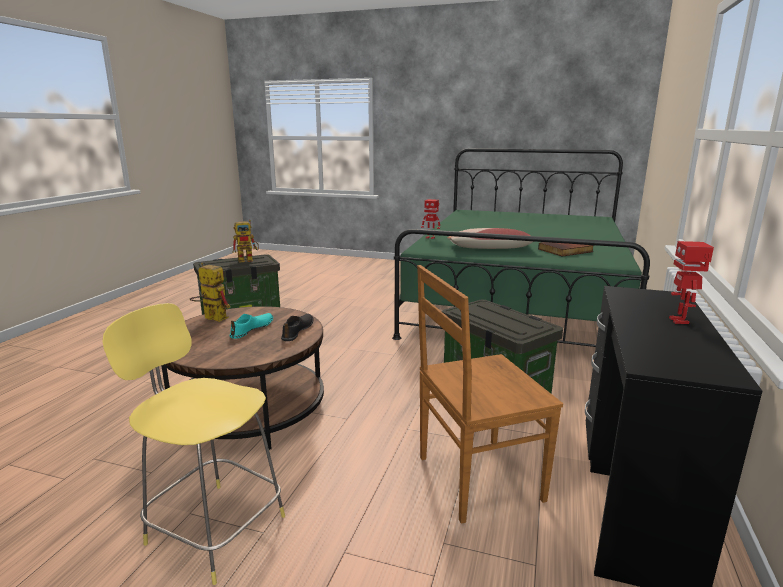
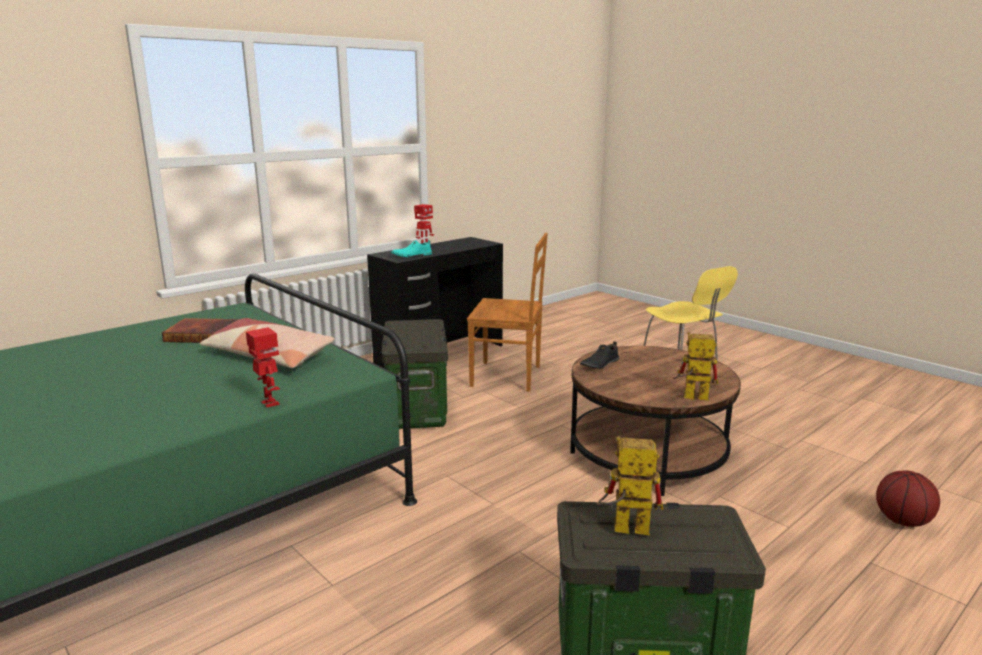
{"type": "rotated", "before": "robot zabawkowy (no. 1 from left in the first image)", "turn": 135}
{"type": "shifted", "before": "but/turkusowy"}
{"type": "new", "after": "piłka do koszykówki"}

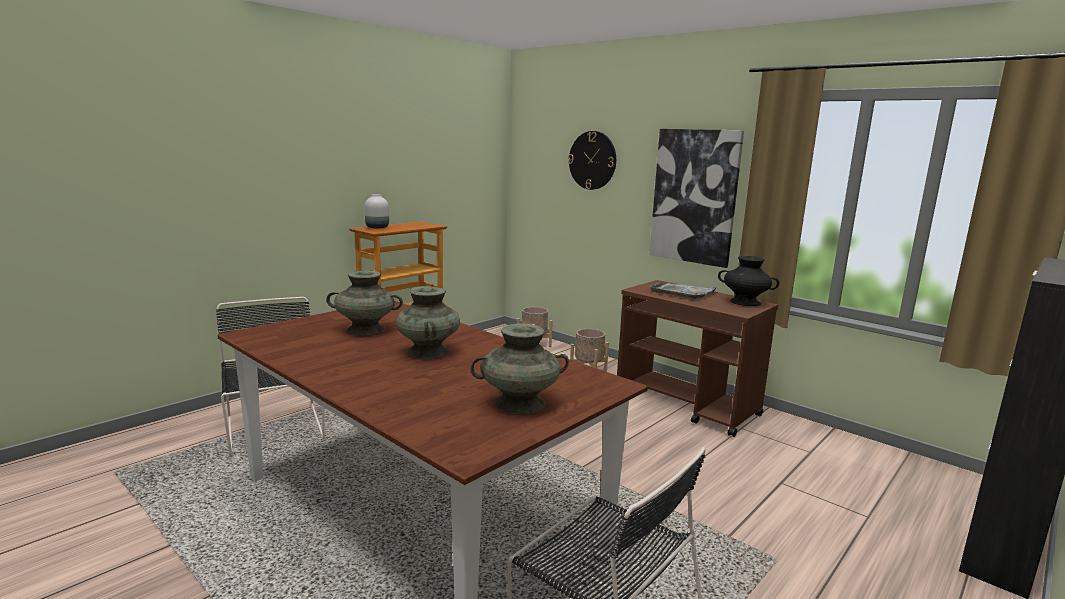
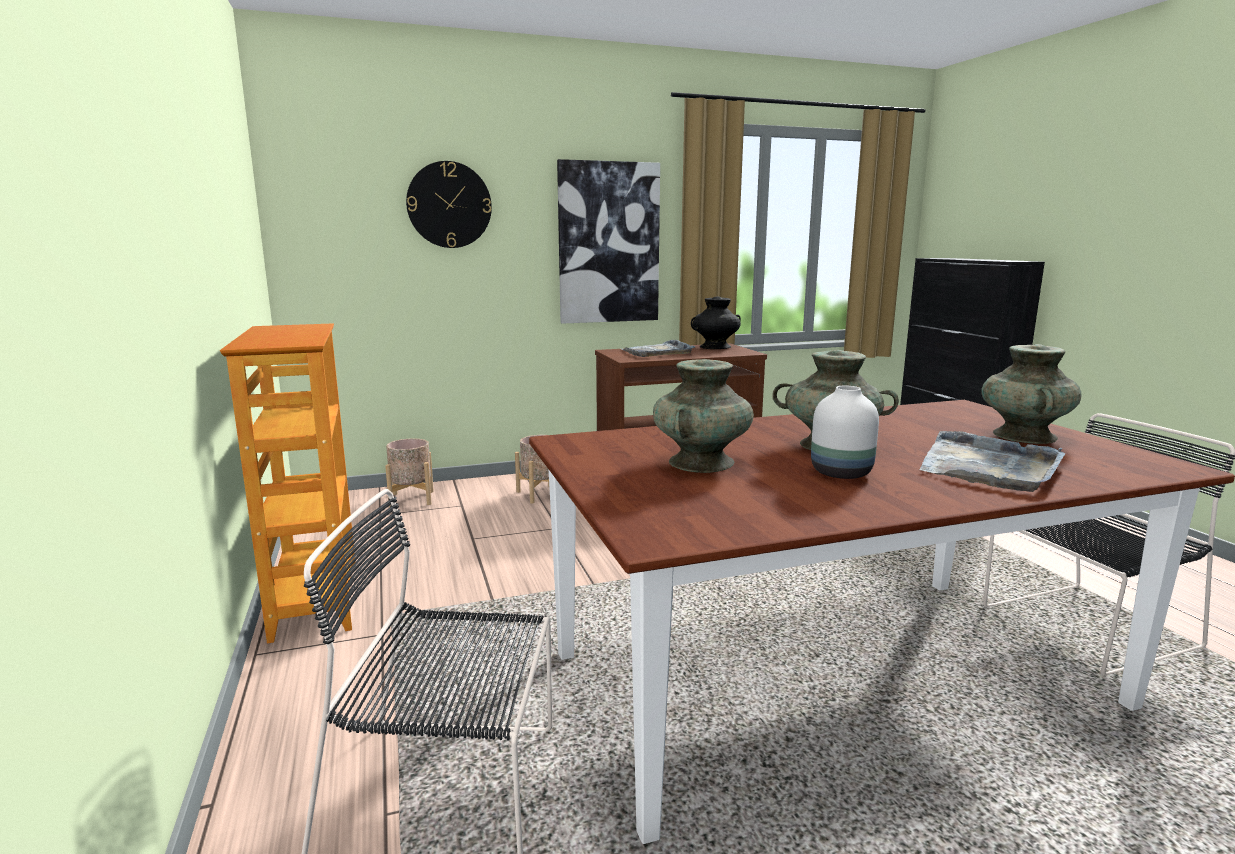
{"type": "shifted", "before": "wazon/biały"}
{"type": "new", "after": "taca/szary (no. 2 from left)"}

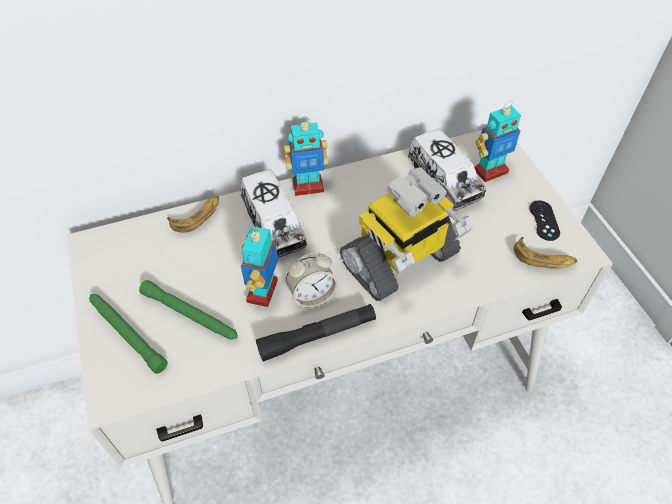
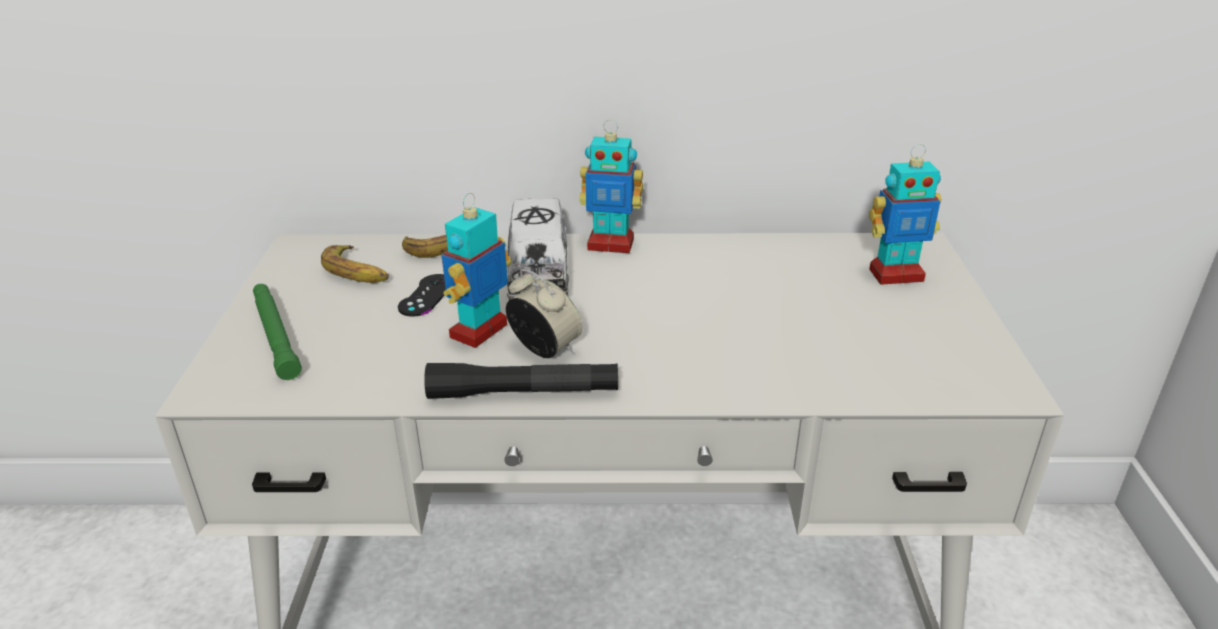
{"type": "gone", "before": "latarka/zielony (no. 2 from left)"}
{"type": "rotated", "before": "budzik", "turn": -135}
{"type": "gone", "before": "robot zabawkowy (no. 3 from left)"}
{"type": "gone", "before": "ciężarówka zabawkowa (no. 2 from left)"}
{"type": "shifted", "before": "banan (no. 2 from left in the first image)", "after": "banan (no. 1 from left)"}
{"type": "shifted", "before": "pad do gier/czarny"}

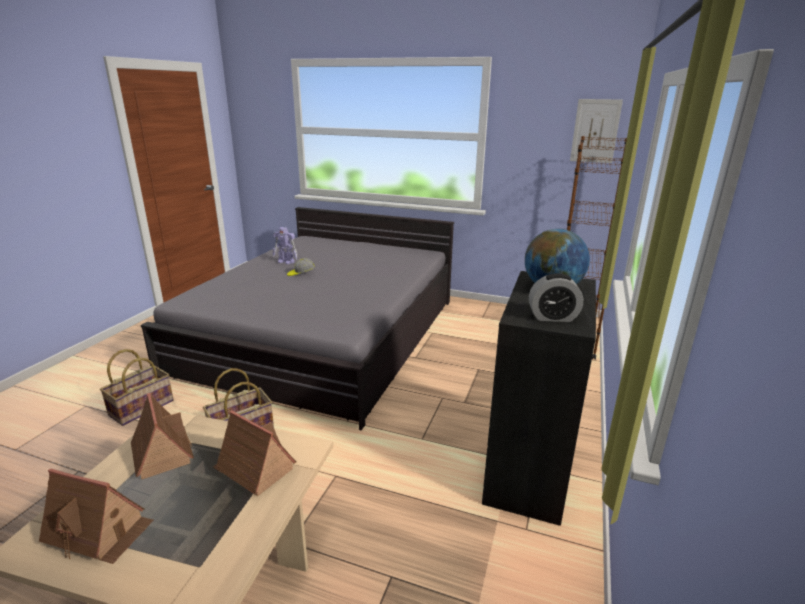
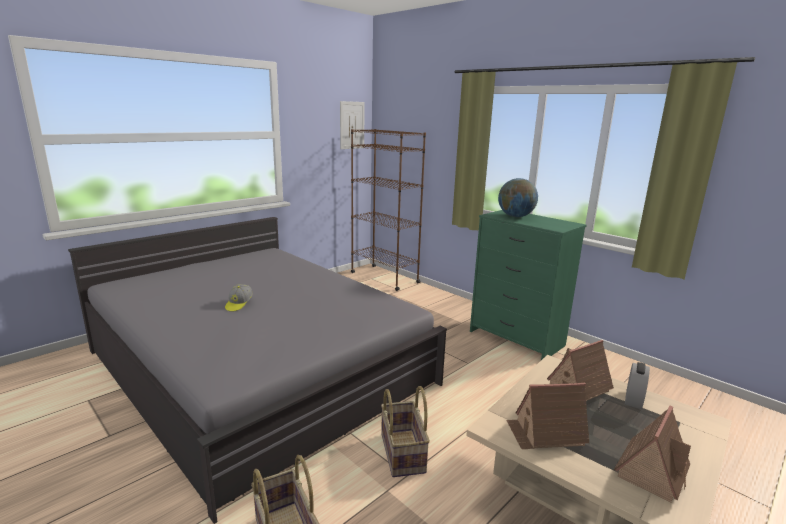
{"type": "gone", "before": "robot zabawkowy"}
{"type": "repainted", "before": "komoda/czarny", "after": "komoda/zielony"}
{"type": "shifted", "before": "budzik"}

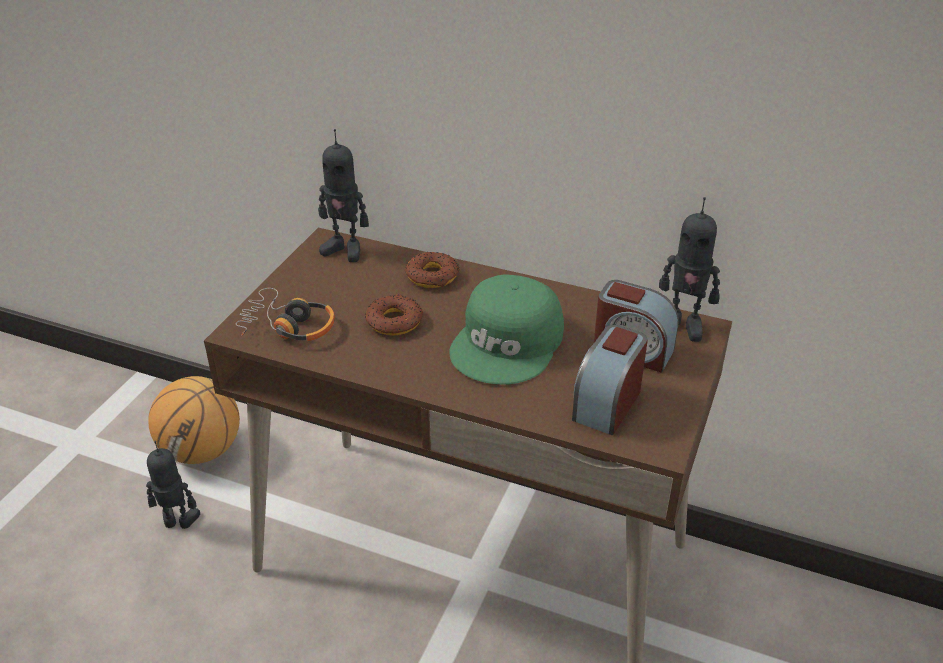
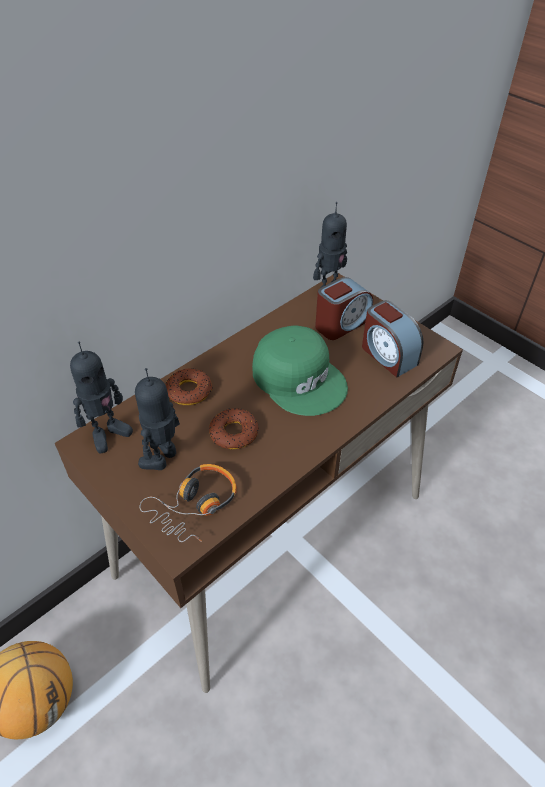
{"type": "shifted", "before": "robot zabawkowy (no. 1 from left in the first image)", "after": "robot zabawkowy (no. 2 from left)"}

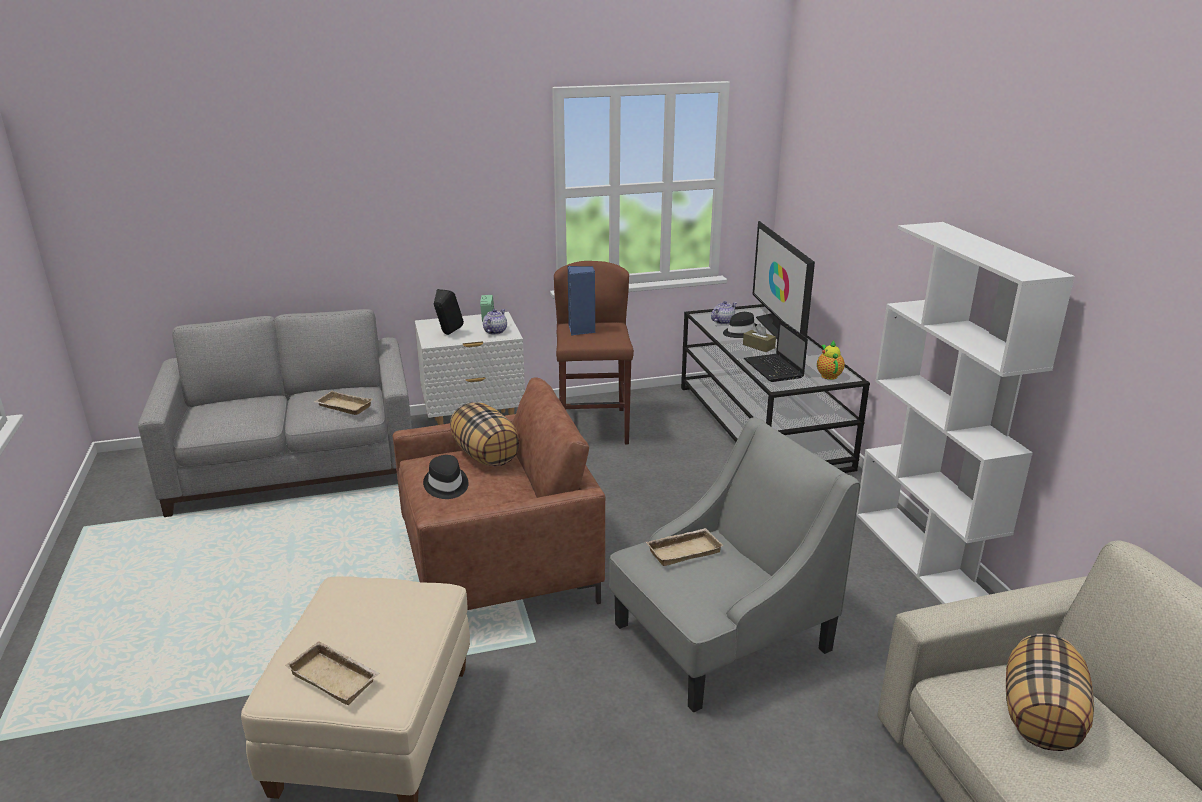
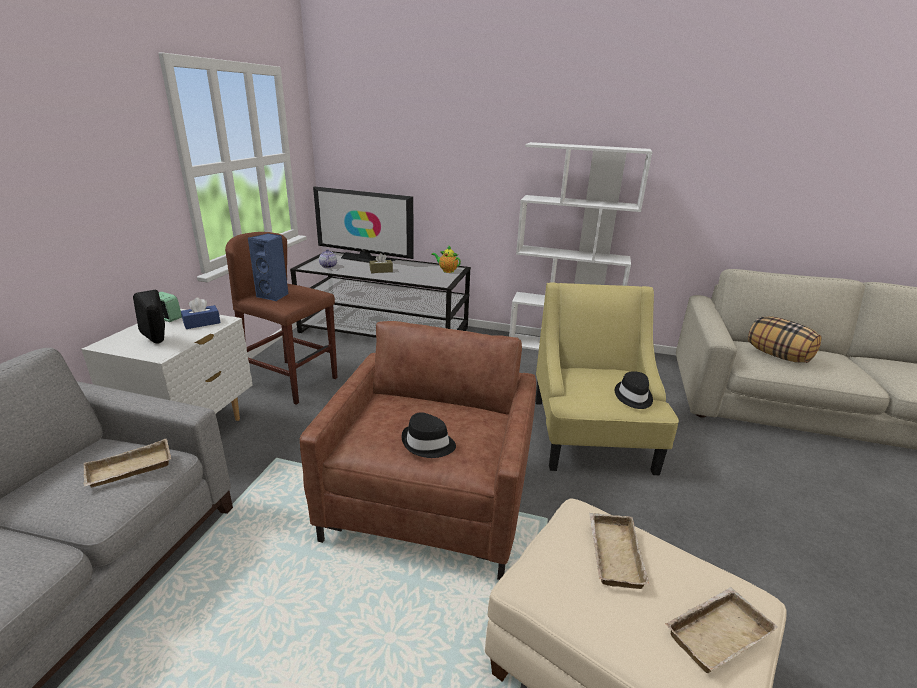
{"type": "gone", "before": "poduszka (no. 1 from left)"}
{"type": "swapped", "before": "imbryk (no. 1 from left)", "after": "pudełko chusteczek/niebieski"}
{"type": "repainted", "before": "fotel/szary", "after": "fotel/żółty"}
{"type": "shifted", "before": "taca/beżowy (no. 3 from left in the first image)", "after": "taca/beżowy (no. 2 from left)"}
{"type": "shifted", "before": "kapelusz/czarny (no. 2 from left)"}
{"type": "gone", "before": "laptop"}

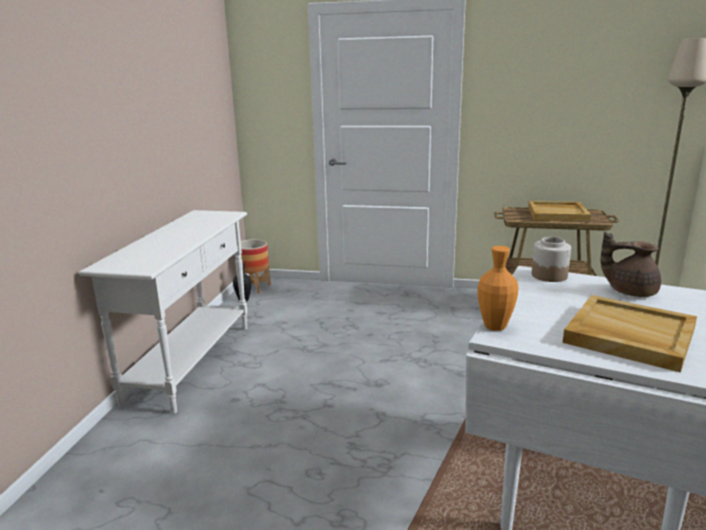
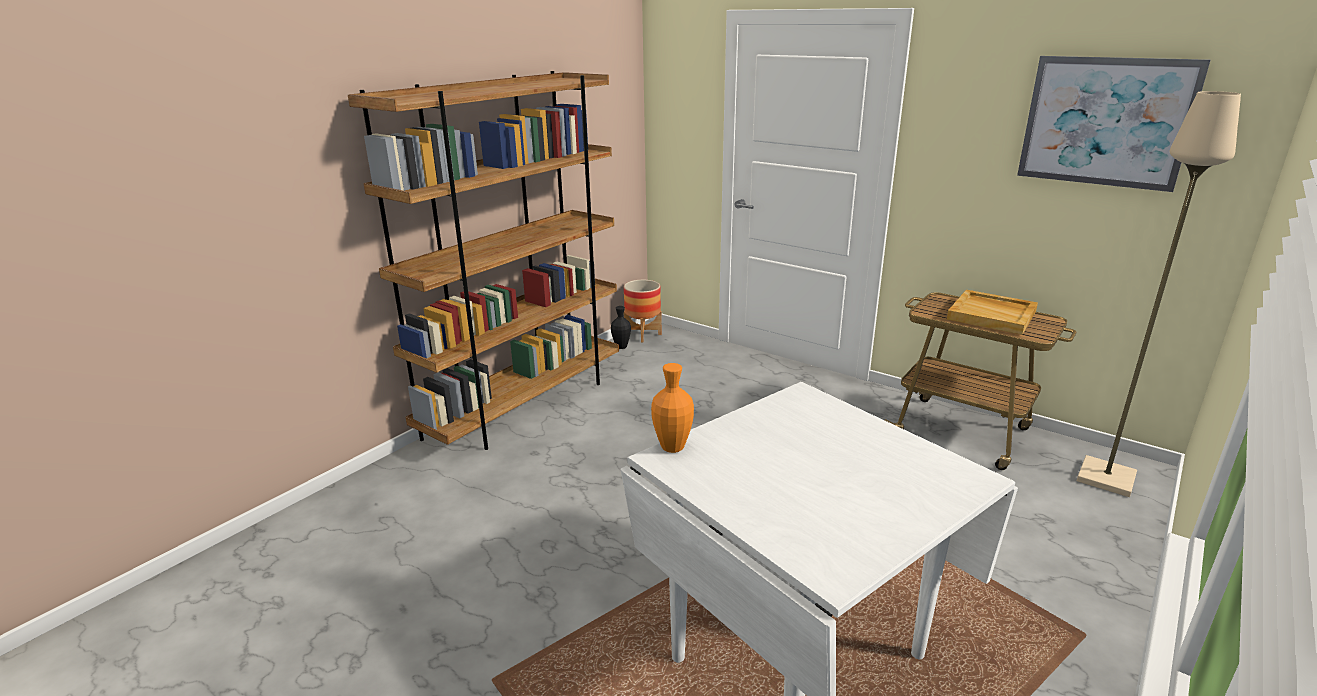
{"type": "swapped", "before": "stolik konsolowy/biały", "after": "regał/brązowy"}
{"type": "gone", "before": "słoik"}
{"type": "gone", "before": "taca/beżowy (no. 2 from left)"}
{"type": "gone", "before": "imbryk/brązowy"}
{"type": "new", "after": "obraz"}

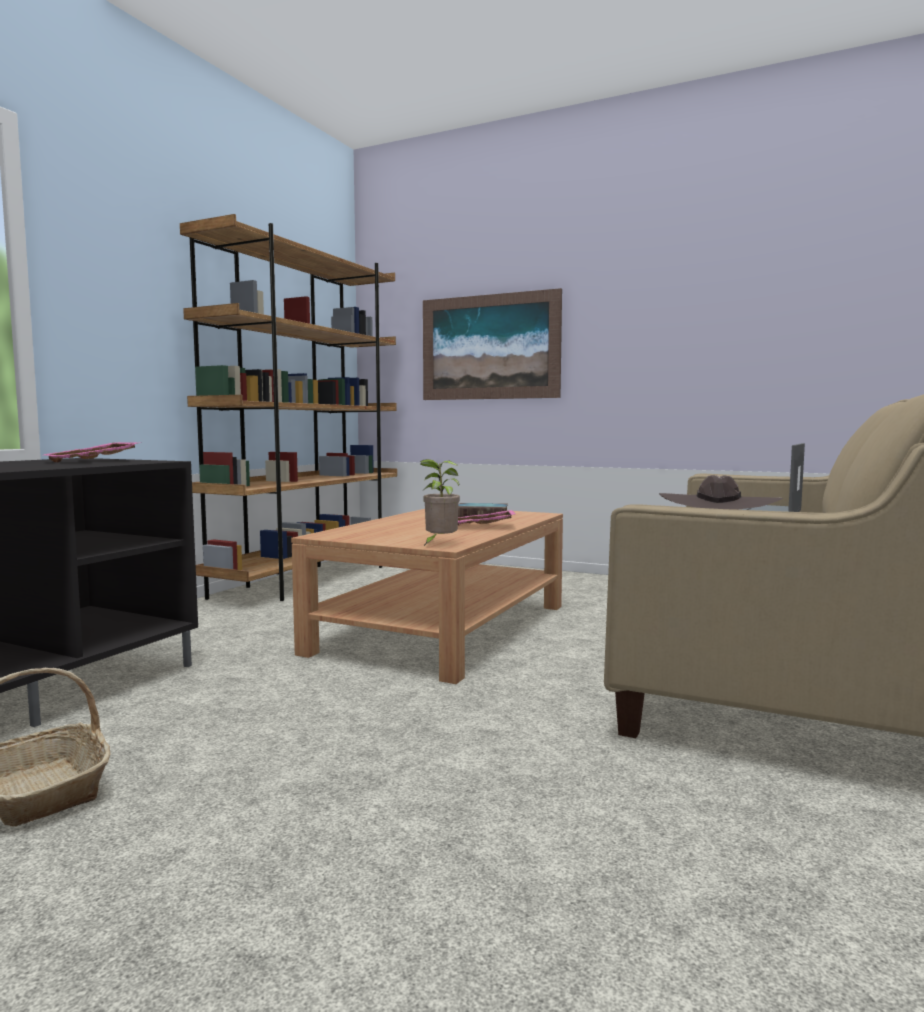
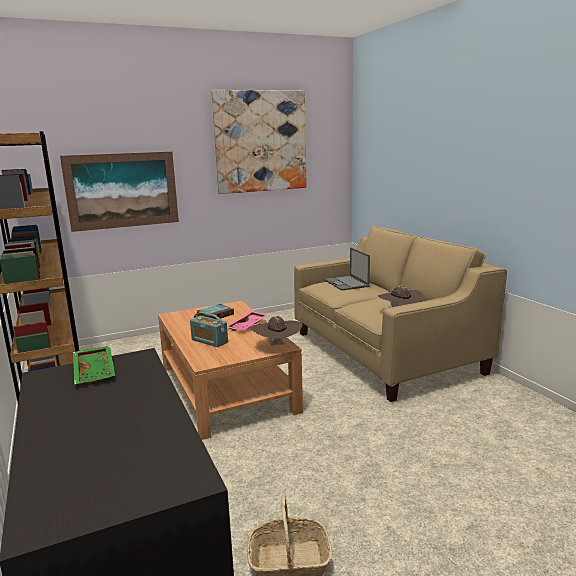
{"type": "repainted", "before": "taca/różowy (no. 1 from left)", "after": "taca/zielony"}
{"type": "swapped", "before": "roślina doniczkowa", "after": "kapelusz/brązowy (no. 1 from left)"}
{"type": "new", "after": "radio"}
{"type": "new", "after": "obraz (no. 2 from left)"}

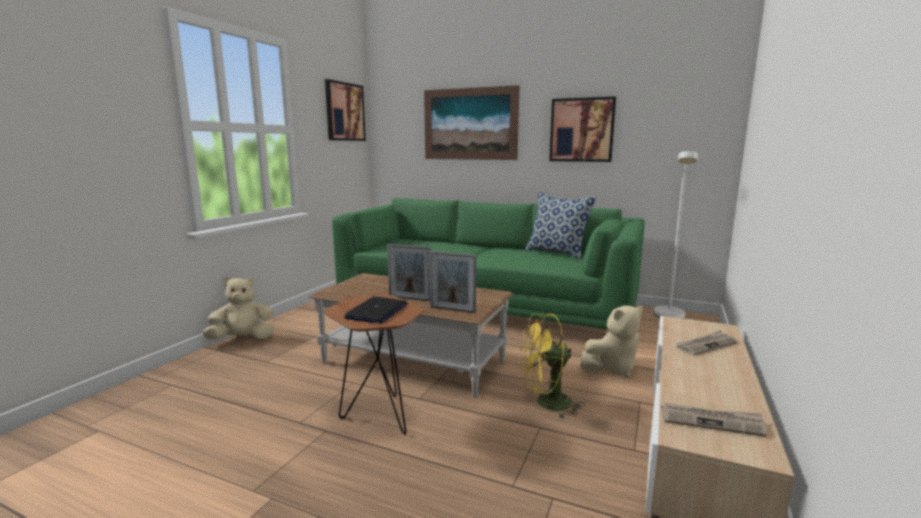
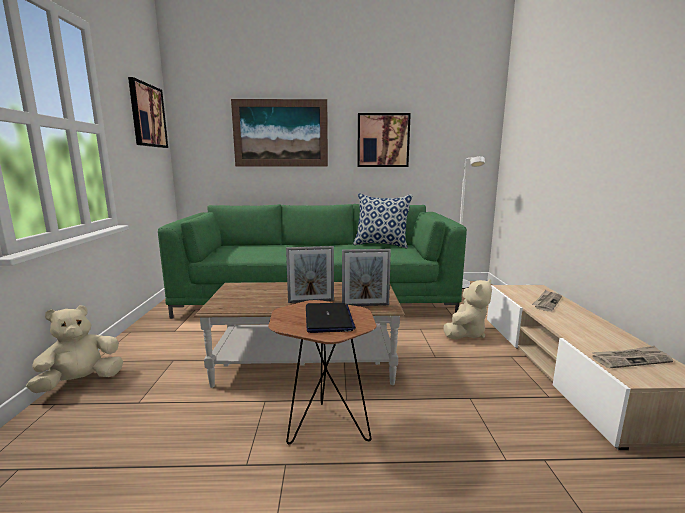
{"type": "gone", "before": "wentylator/żółty"}

